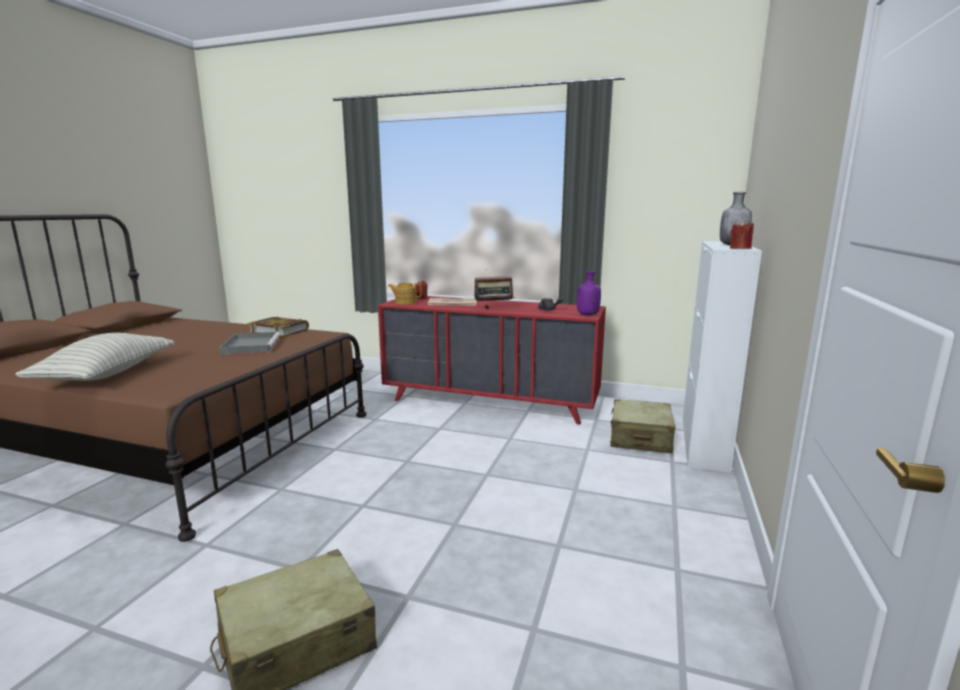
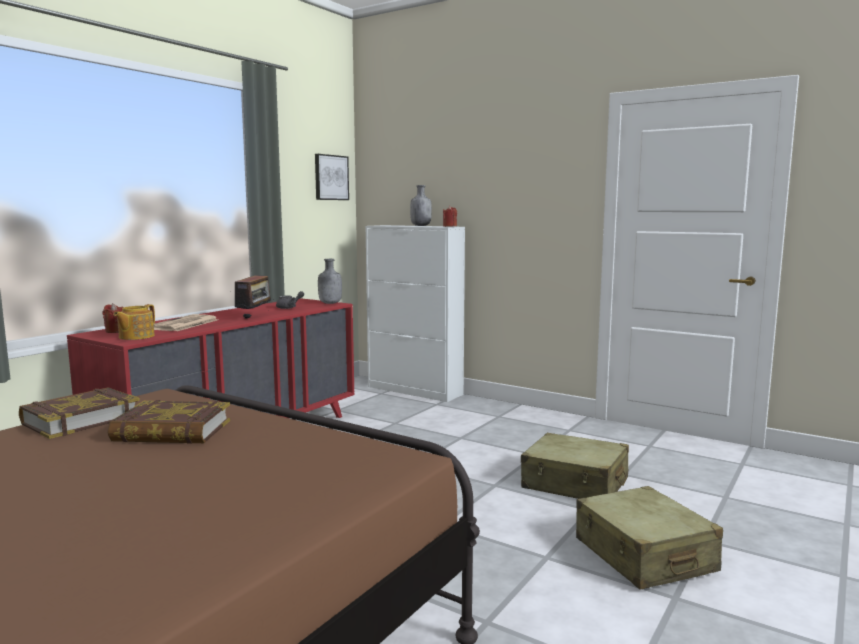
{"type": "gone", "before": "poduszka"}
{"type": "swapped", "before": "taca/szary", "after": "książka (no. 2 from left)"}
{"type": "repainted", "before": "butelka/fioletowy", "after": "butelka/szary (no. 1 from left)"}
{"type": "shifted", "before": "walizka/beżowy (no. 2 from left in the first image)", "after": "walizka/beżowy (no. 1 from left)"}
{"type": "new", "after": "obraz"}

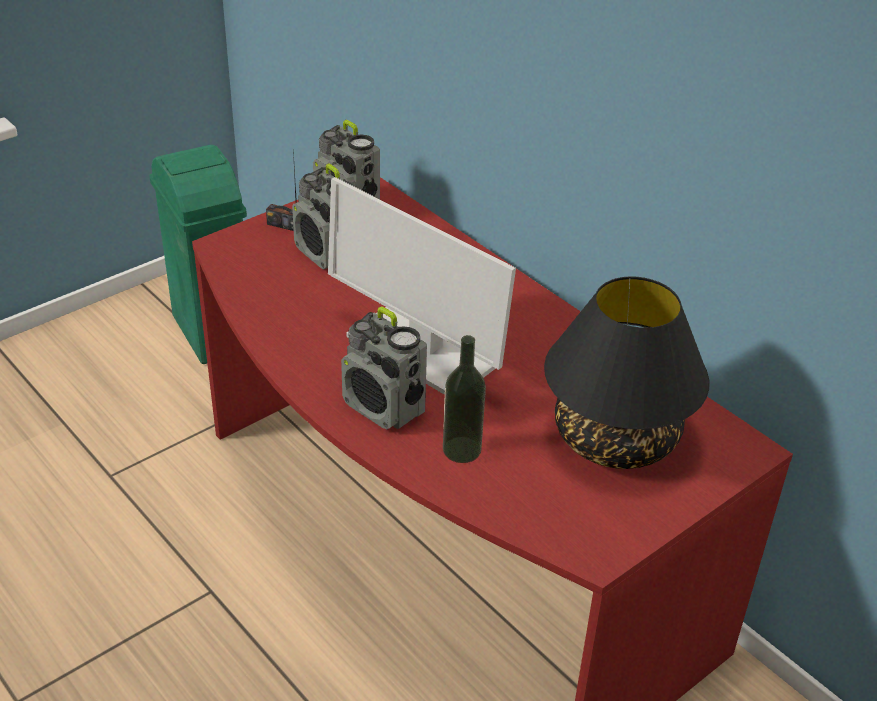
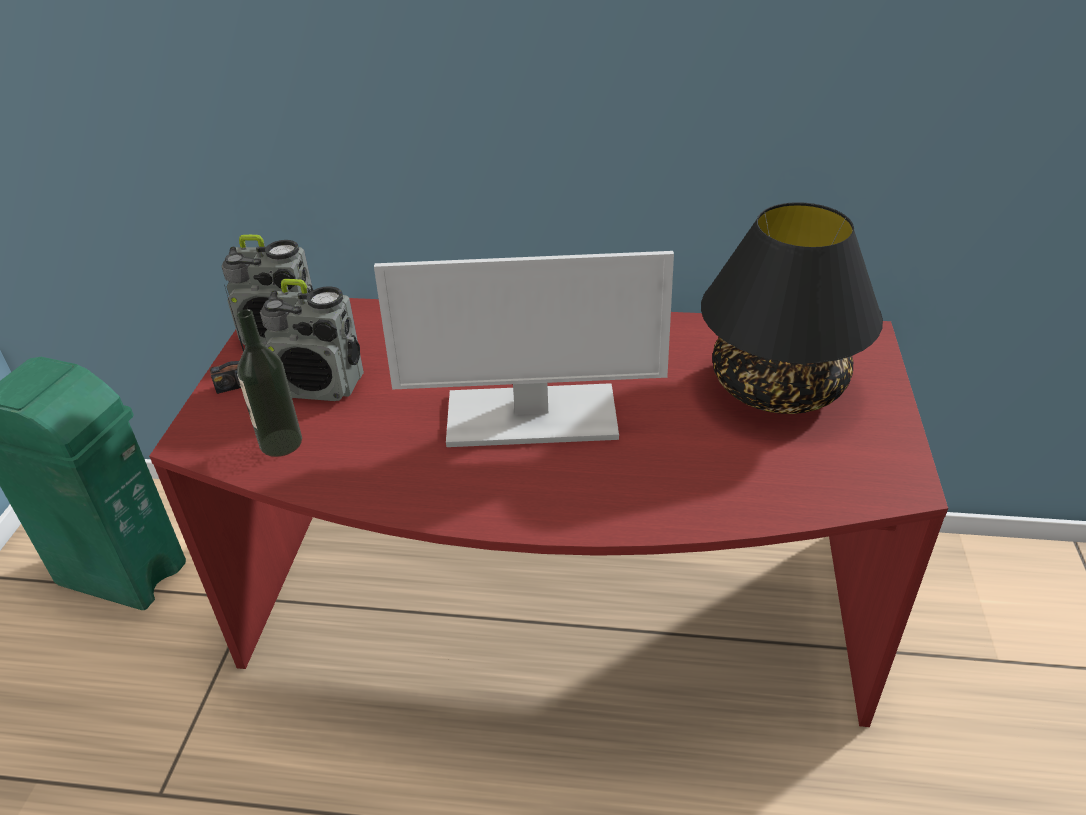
{"type": "gone", "before": "radio (no. 4 from left)"}
{"type": "shifted", "before": "butelka"}

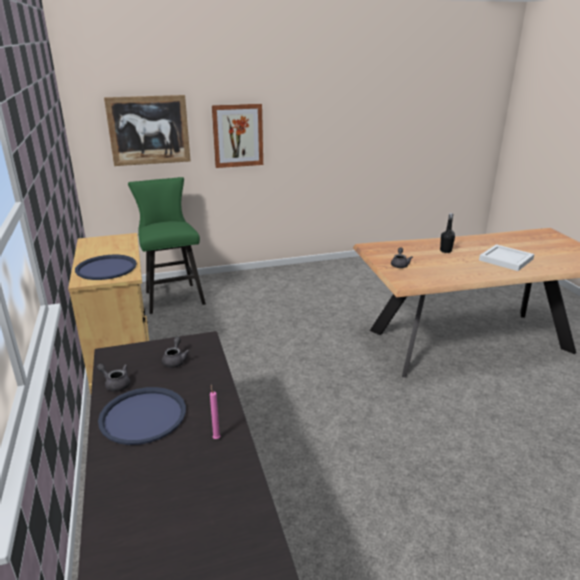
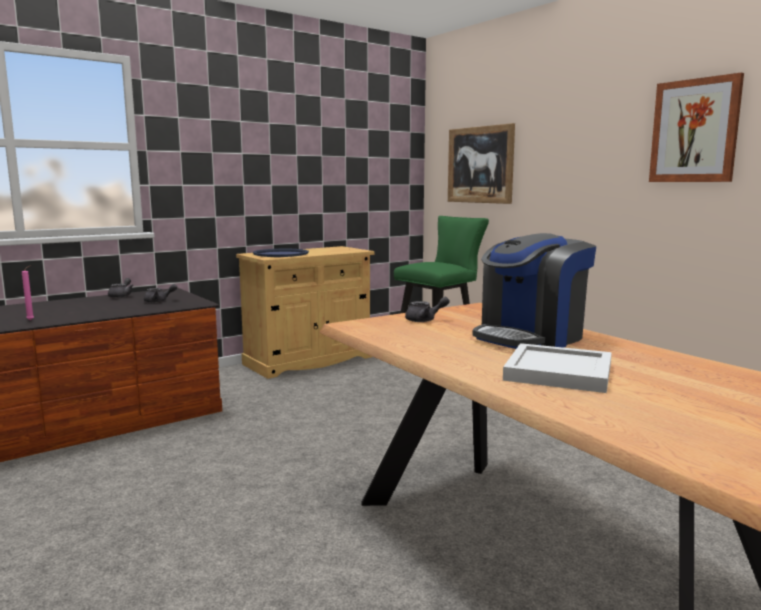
{"type": "gone", "before": "taca/niebieski (no. 2 from left)"}
{"type": "shifted", "before": "obraz (no. 2 from left)"}
{"type": "swapped", "before": "butelka/czarny", "after": "ekspres do kawy"}

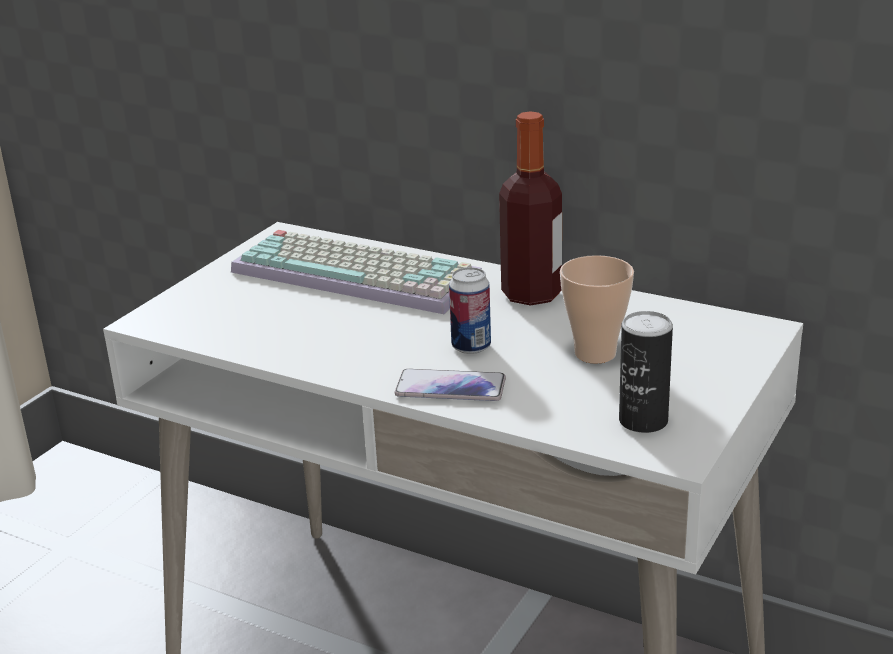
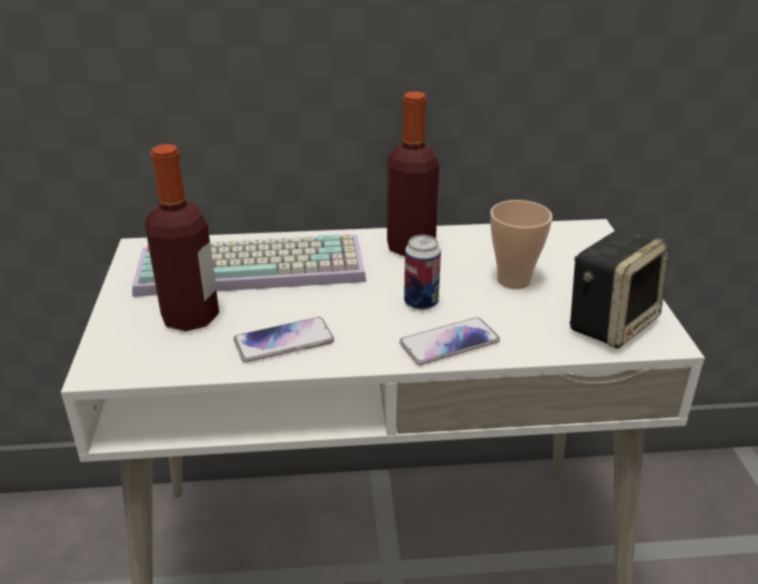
{"type": "swapped", "before": "puszka (no. 2 from left)", "after": "głośnik"}
{"type": "new", "after": "butelka (no. 1 from left)"}
{"type": "new", "after": "telefon (no. 1 from left)"}

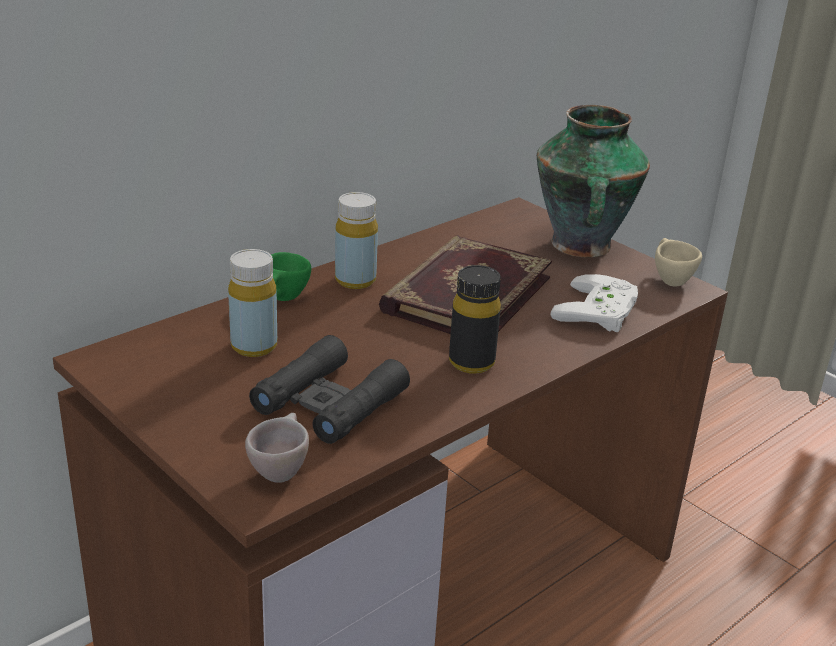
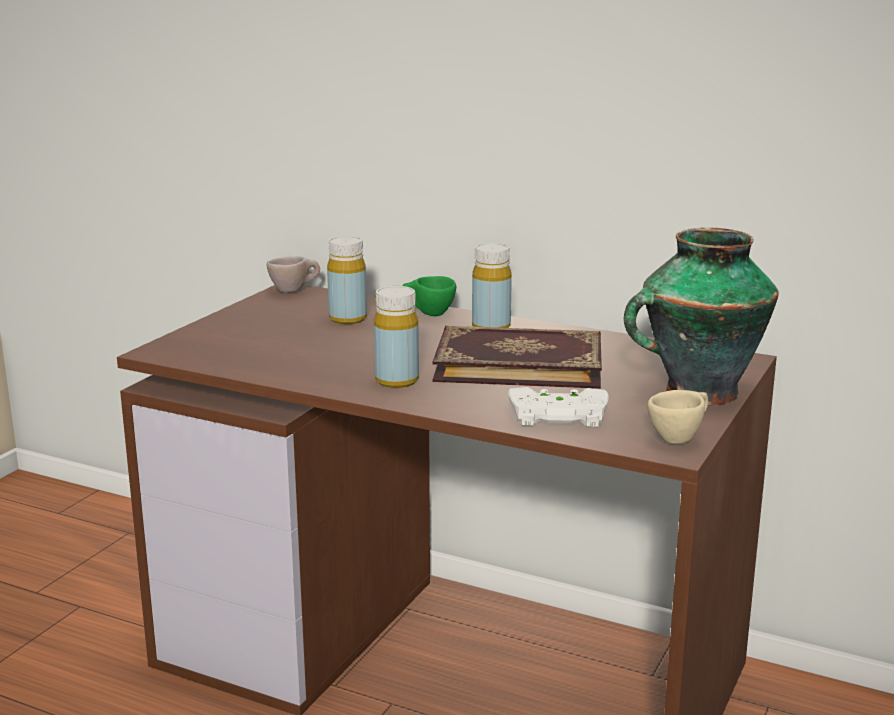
{"type": "shifted", "before": "filiżanka/beżowy (no. 1 from left)"}
{"type": "gone", "before": "lornetka/czarny"}
{"type": "repainted", "before": "butelka/czarny", "after": "butelka/żółty (no. 2 from left)"}

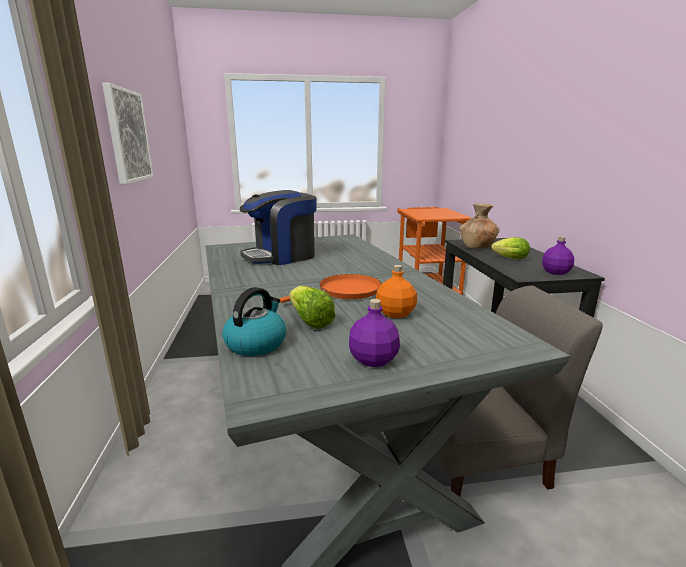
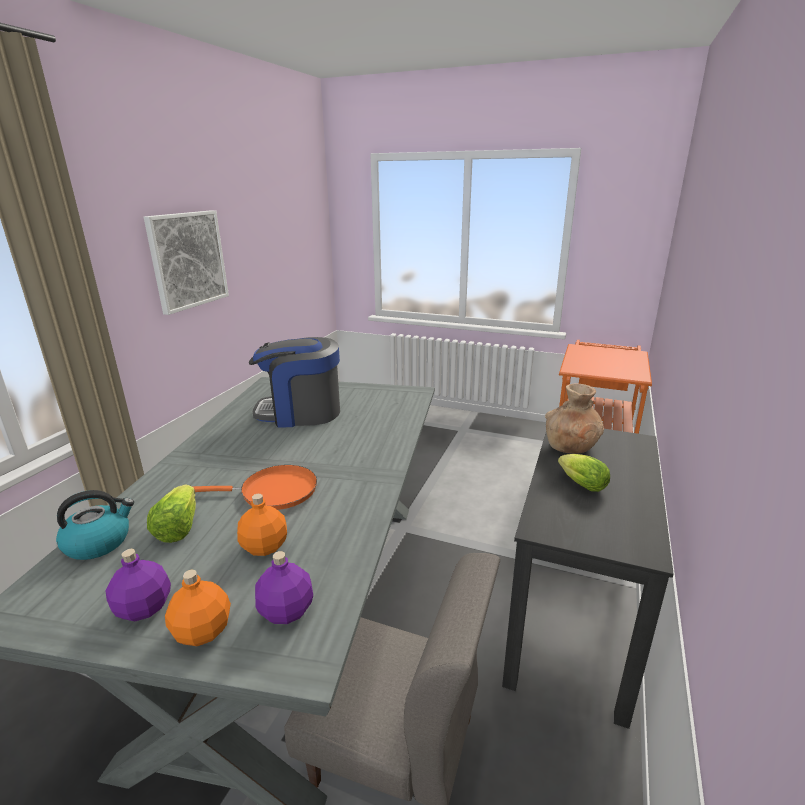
{"type": "shifted", "before": "butelka/fioletowy (no. 2 from left)"}
{"type": "new", "after": "butelka/pomarańczowy (no. 1 from left)"}

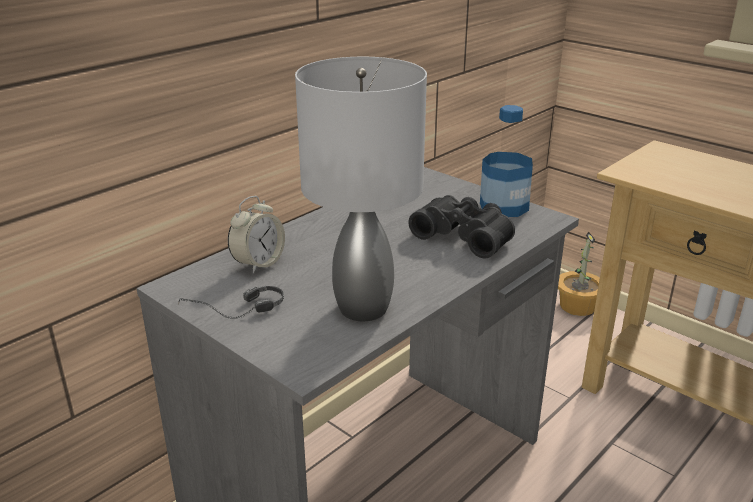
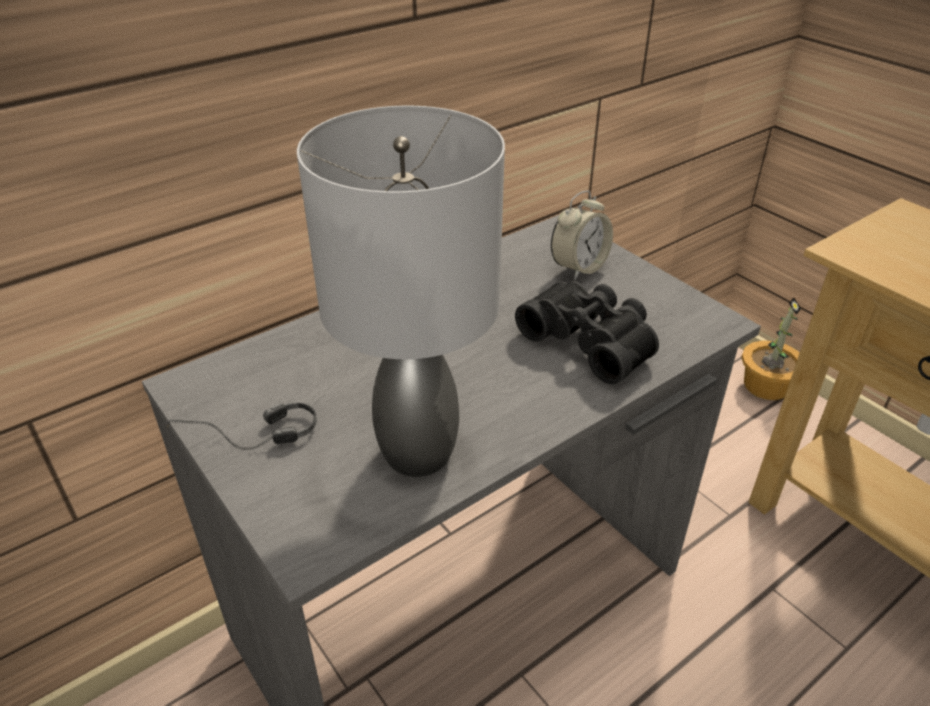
{"type": "shifted", "before": "budzik"}
{"type": "gone", "before": "butelka"}

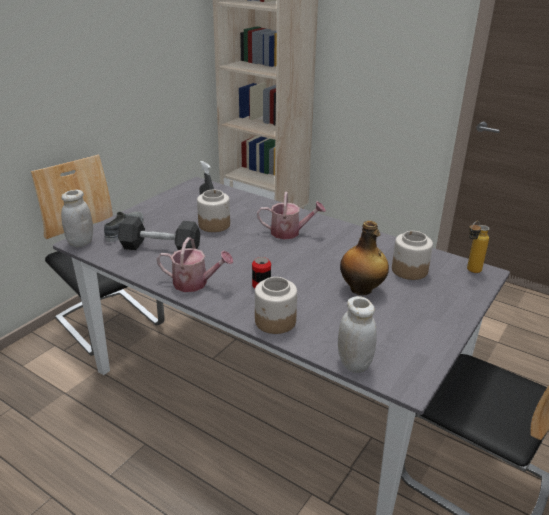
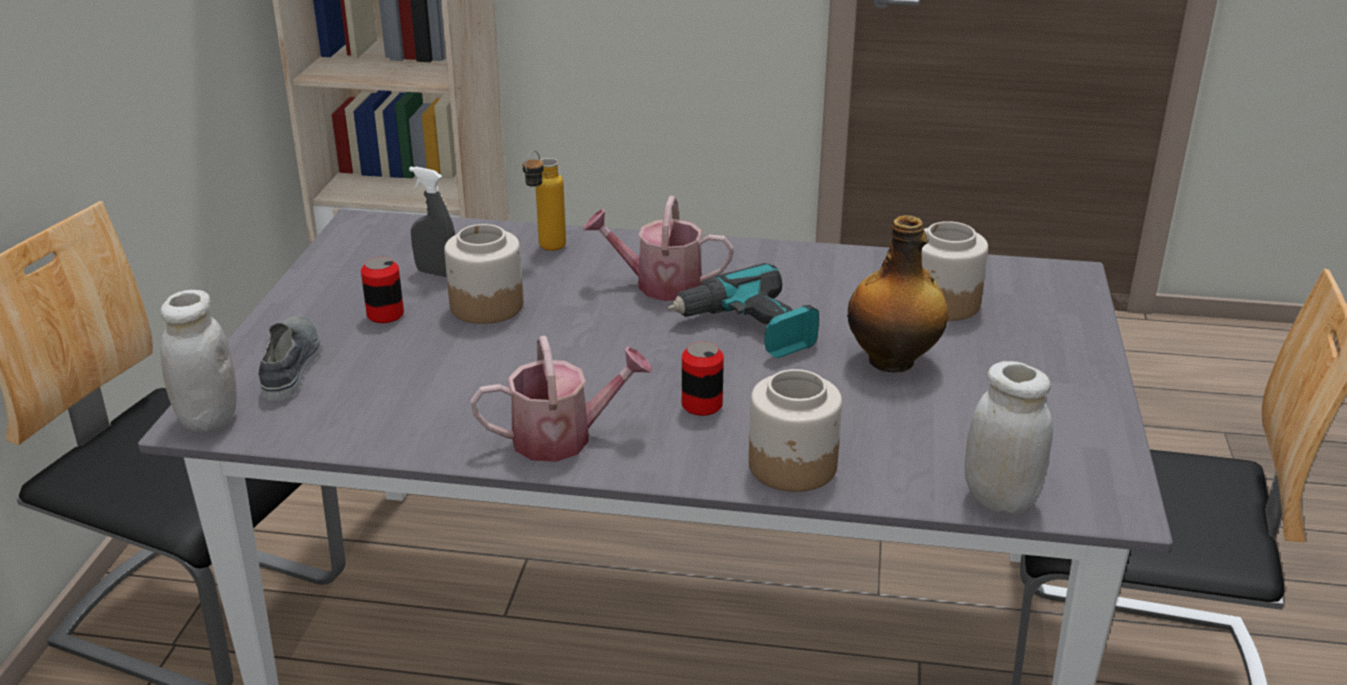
{"type": "gone", "before": "hantel/czarny"}
{"type": "rotated", "before": "konewka (no. 2 from left)", "turn": -150}
{"type": "shifted", "before": "butelka (no. 2 from left in the first image)", "after": "butelka (no. 1 from left)"}
{"type": "new", "after": "puszka (no. 1 from left)"}
{"type": "new", "after": "wiertarka"}

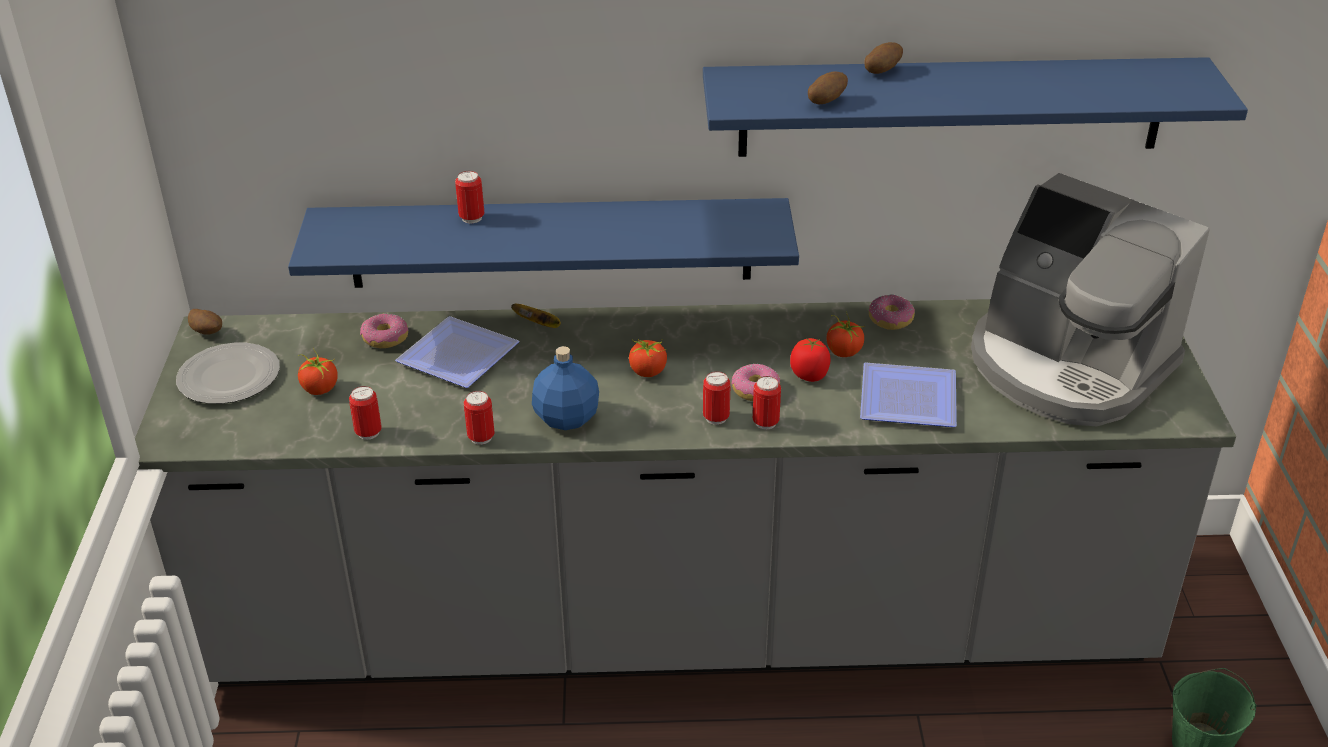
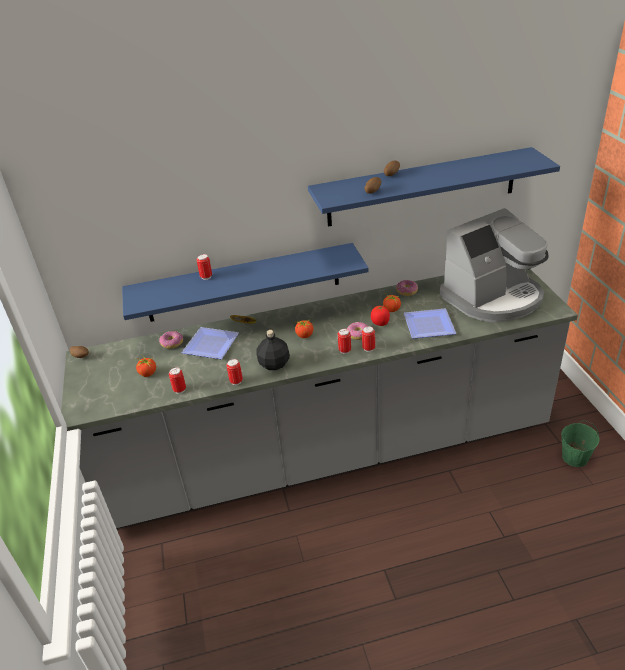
{"type": "gone", "before": "talerz (no. 1 from left)"}
{"type": "repainted", "before": "butelka/niebieski", "after": "butelka/czarny"}
{"type": "rotated", "before": "ekspres do kawy", "turn": -60}

